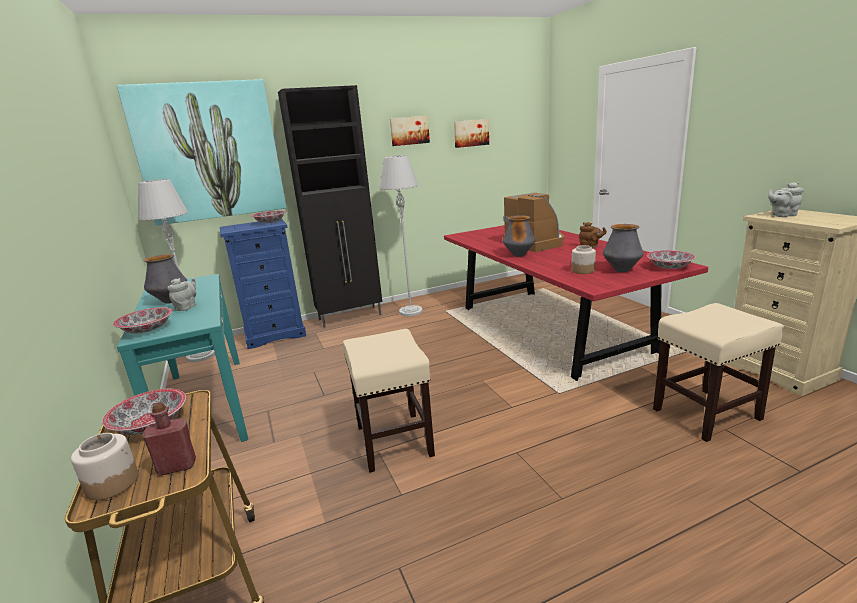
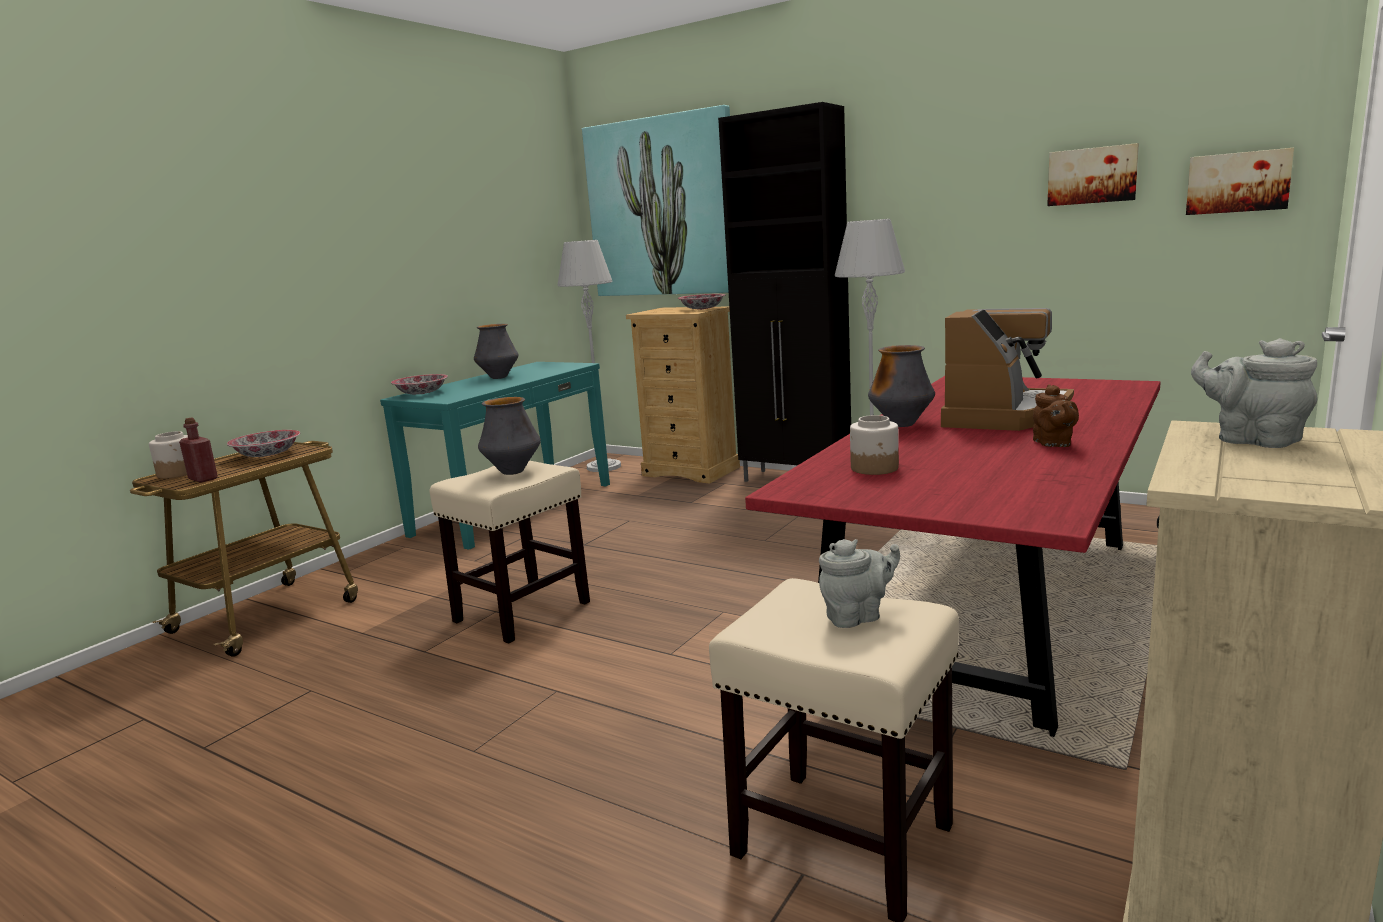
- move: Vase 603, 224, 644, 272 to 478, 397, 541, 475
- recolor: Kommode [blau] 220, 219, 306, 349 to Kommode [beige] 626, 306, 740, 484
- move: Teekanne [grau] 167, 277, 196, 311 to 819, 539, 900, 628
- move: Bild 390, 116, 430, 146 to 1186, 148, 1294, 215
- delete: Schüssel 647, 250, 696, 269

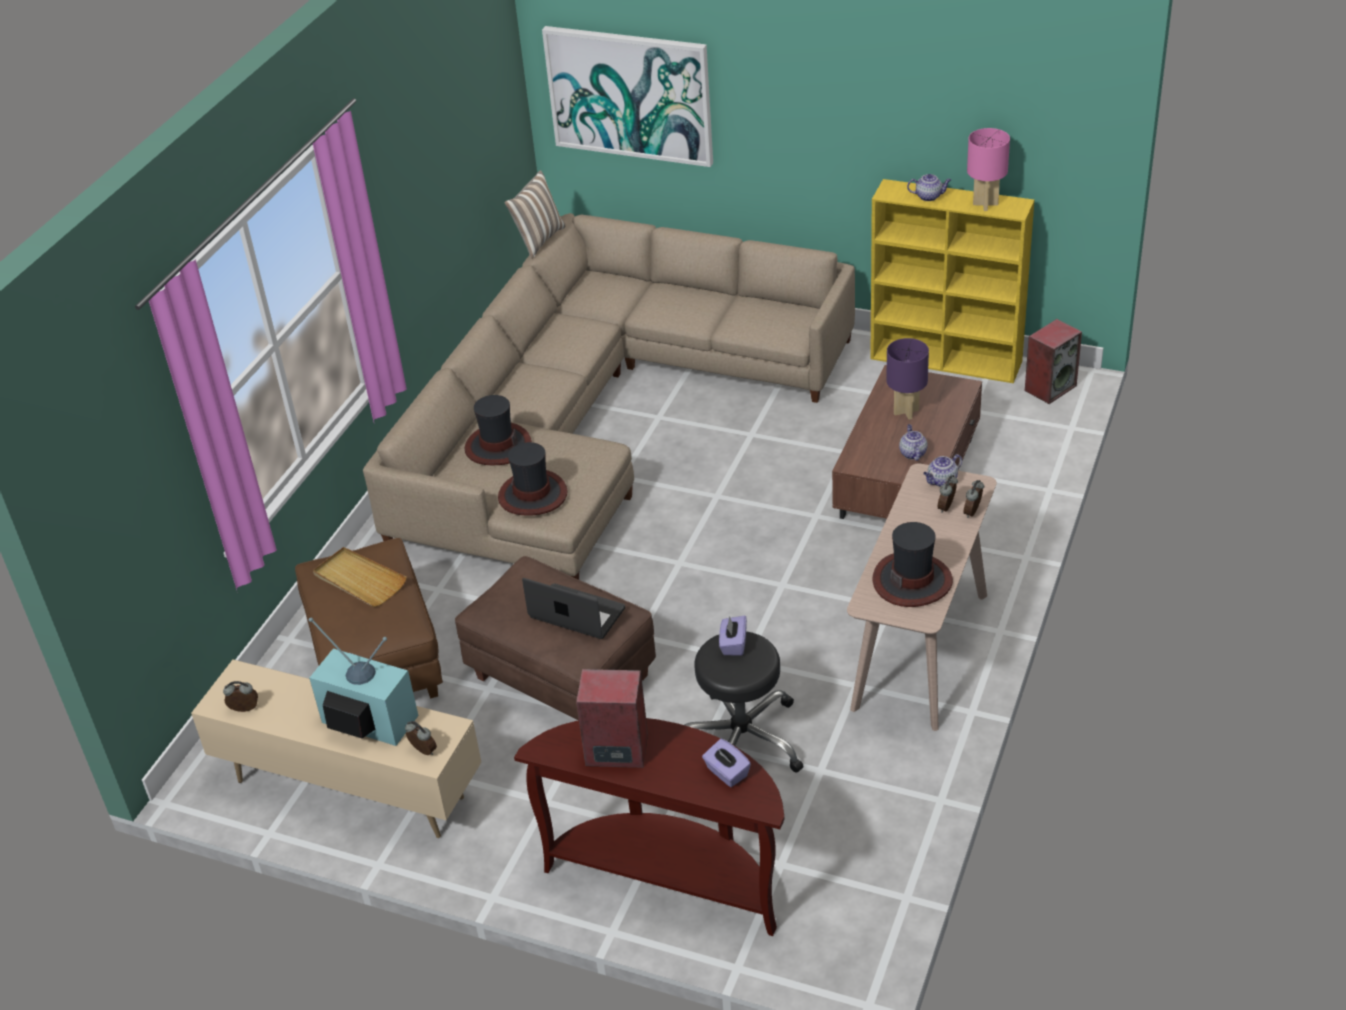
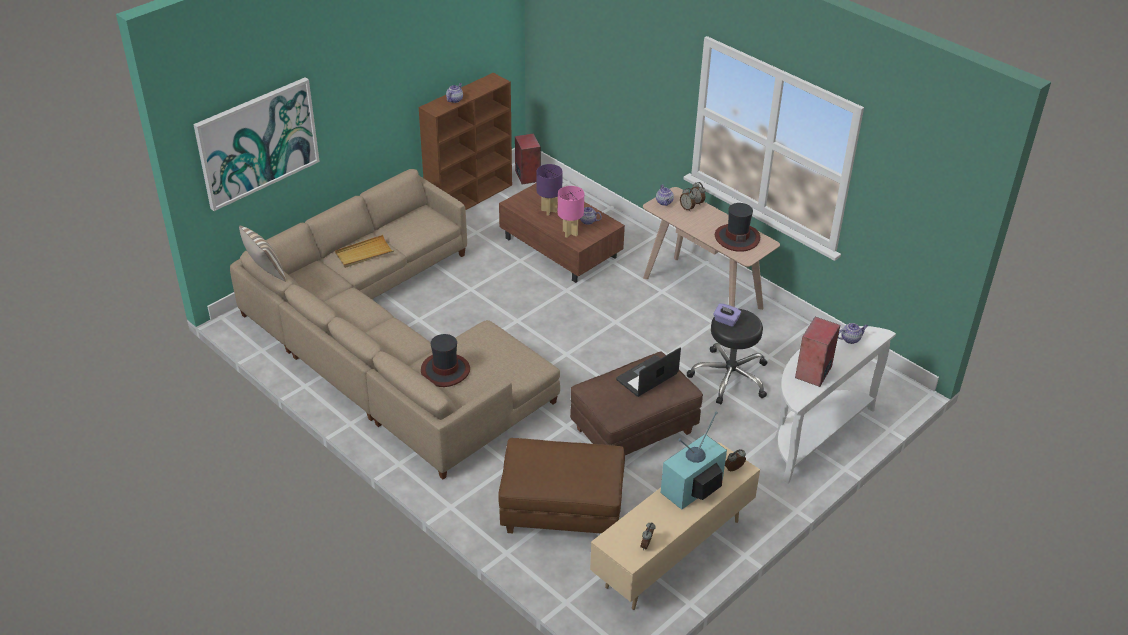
- move: Tablett [beige] 313, 547, 407, 607 to 335, 235, 394, 268
- recolor: Bücherregal [gelb] 870, 179, 1034, 383 to Bücherregal [braun] 419, 73, 512, 210
- move: Tischlampe [rosa] 967, 128, 1010, 211 to 558, 186, 584, 238
- recolor: Konsolentisch [braun] 514, 718, 784, 936 to Konsolentisch [weiß] 775, 326, 896, 483
- replace: Taschentuchbox [lila] 702, 739, 751, 787 to Teekanne 838, 323, 868, 344
- delete: Hut 498, 442, 568, 516

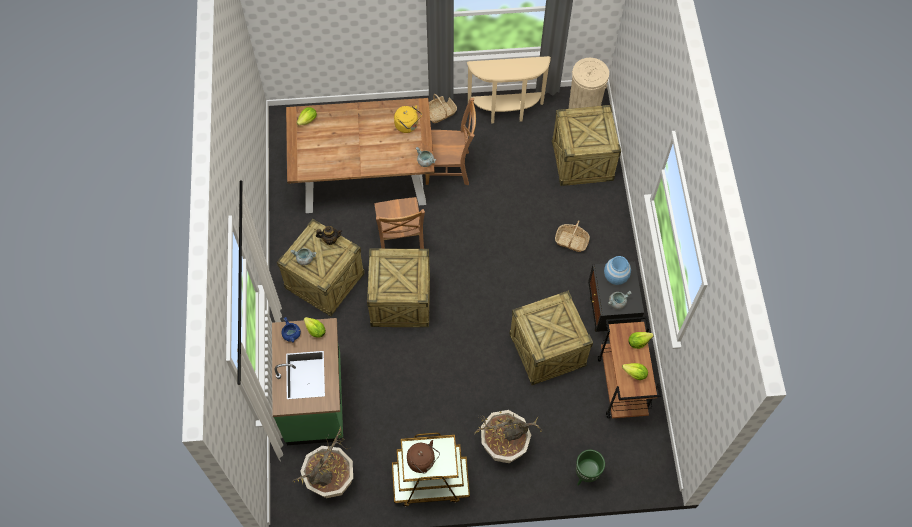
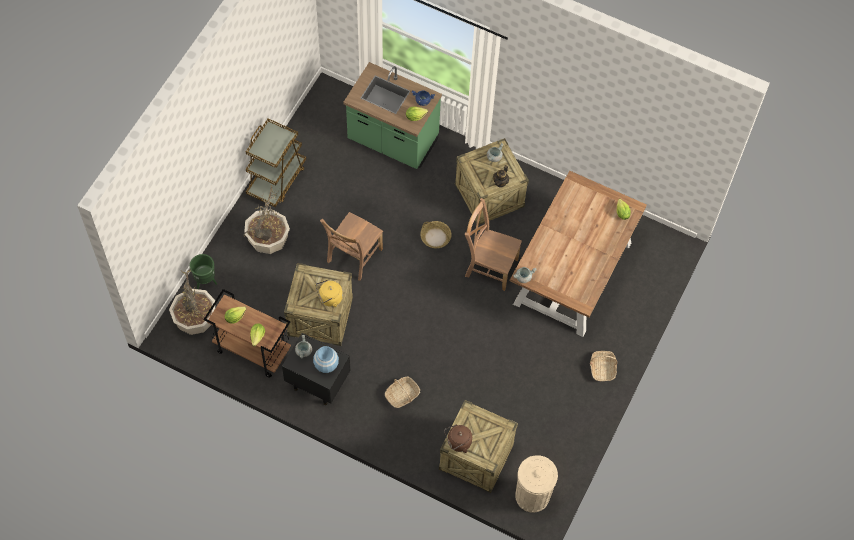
- move: Topfpflanze 292, 427, 353, 498 to 169, 268, 216, 335
- move: Wasserkessel [gelb] 394, 106, 422, 133 to 315, 280, 343, 307
- move: Stuhl [braun] 425, 98, 476, 185 to 320, 212, 383, 281
- replace: Kiste 367, 248, 430, 327 to Korb 420, 221, 452, 248
- move: Wasserkessel [braun] 407, 440, 440, 474 to 444, 424, 472, 453
- delete: Konsolentisch [beige] 467, 56, 551, 124

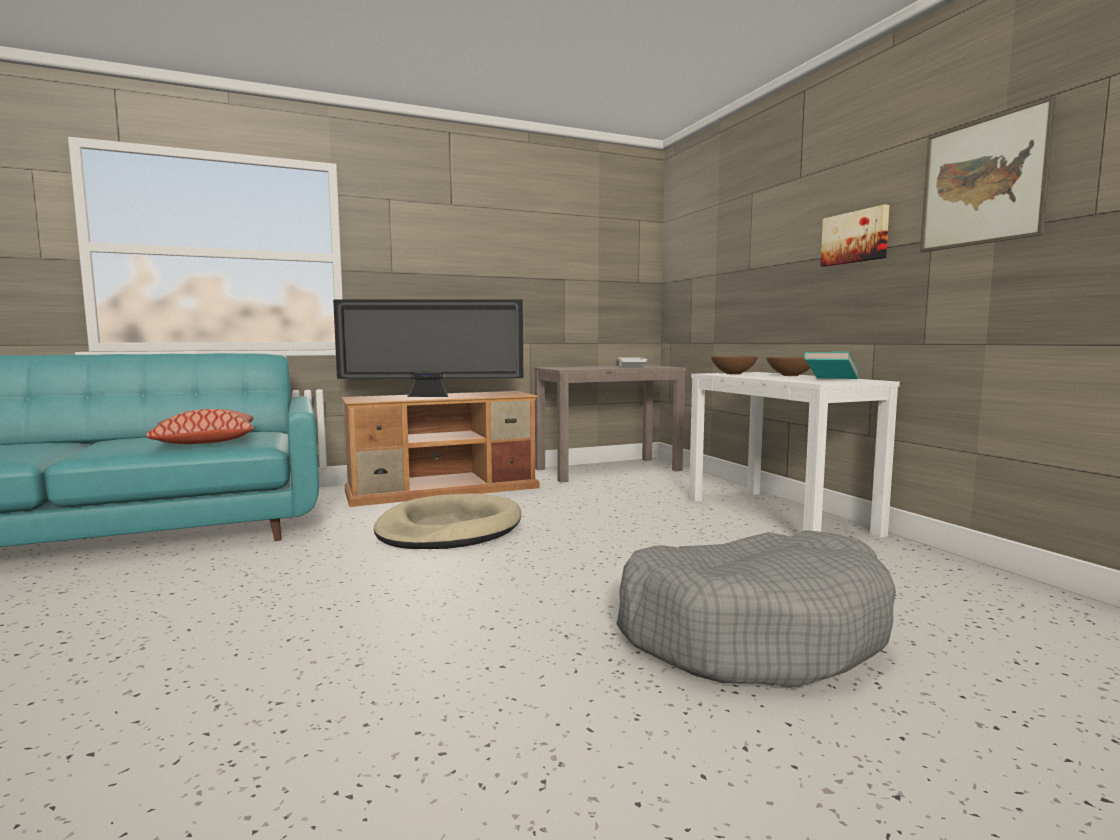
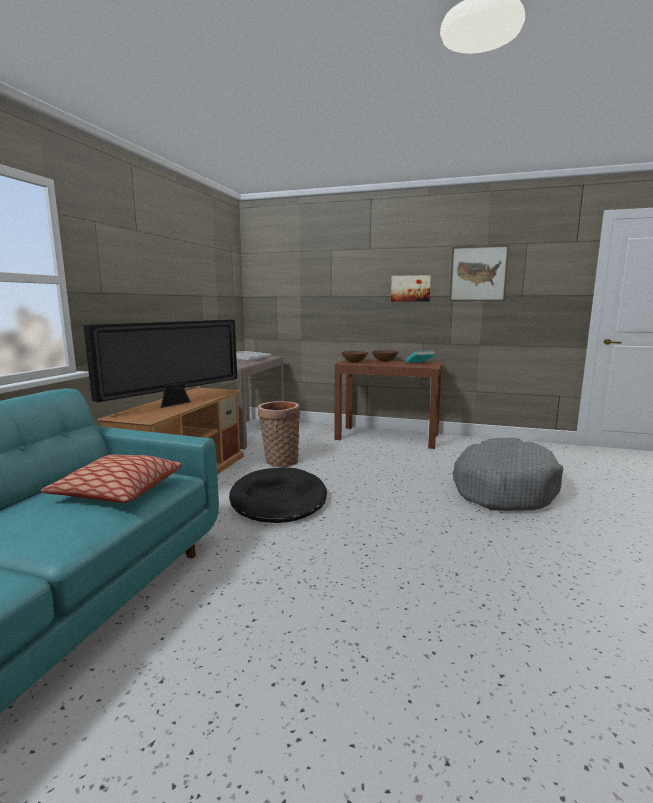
- recolor: Hundebett [beige] 374, 493, 521, 549 to Hundebett [schwarz] 229, 467, 327, 523
- insert: Korb 258, 401, 300, 467
- recolor: Konsolentisch [weiß] 689, 372, 900, 538 to Konsolentisch [braun] 334, 359, 443, 449

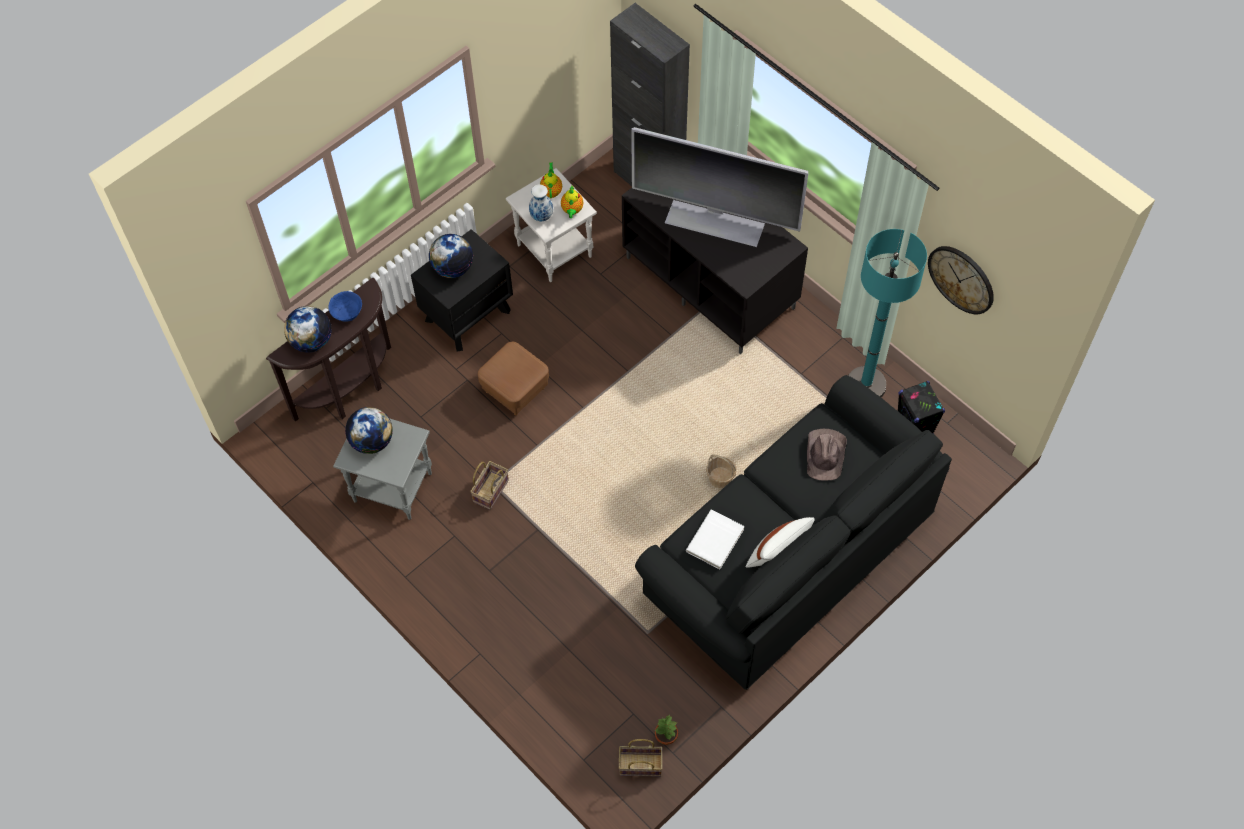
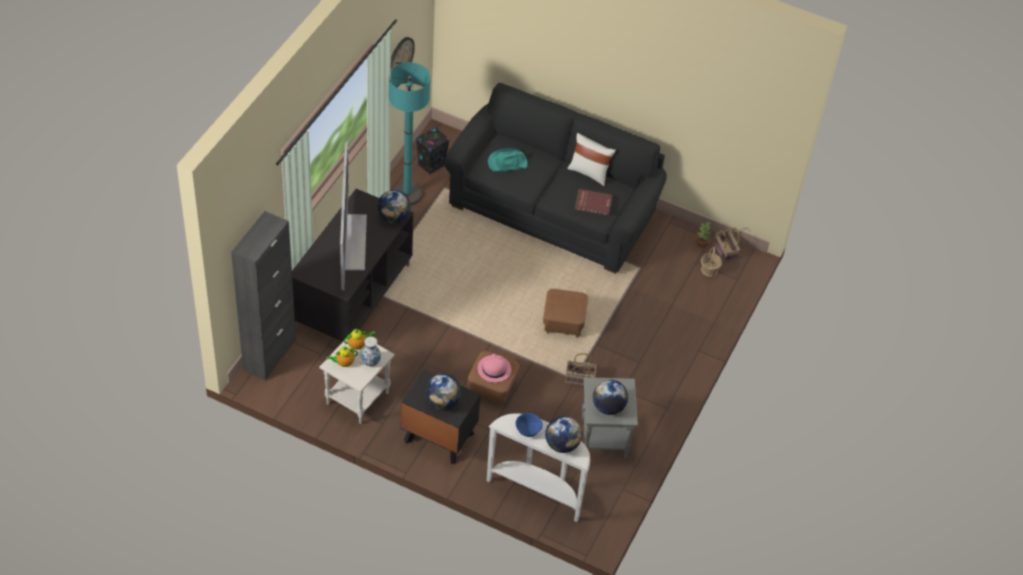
- insert: Globus 377, 190, 411, 223
- insert: Hut [rosa] 478, 354, 511, 382
- recolor: Konsolentisch [braun] 266, 278, 391, 422 to Konsolentisch [weiß] 487, 413, 590, 522
- recolor: Hut [braun] 807, 429, 847, 480 to Hut [türkis] 488, 149, 528, 172
- insert: Polsterhocker [braun] 543, 289, 588, 338
- recolor: Buch [weiß] 686, 510, 745, 569 to Buch [rot] 575, 189, 612, 216
- move: Korb 706, 454, 736, 489 to 701, 247, 722, 277

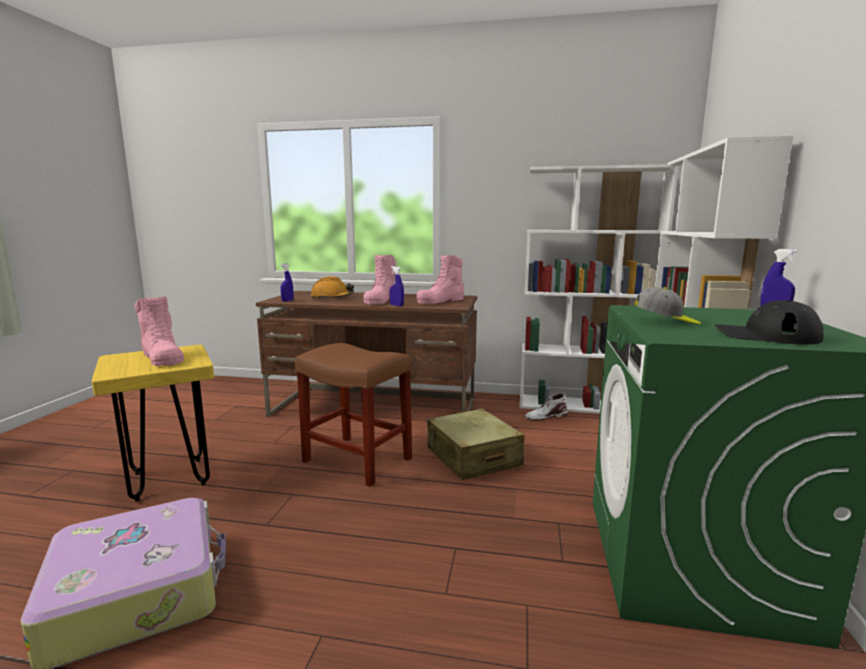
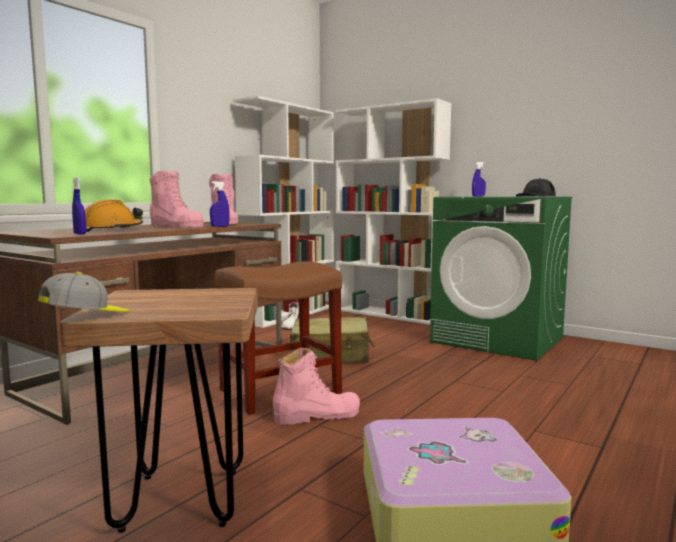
- move: Kappe 634, 287, 701, 325 to 38, 272, 130, 312
- recolor: Hocker [gelb] 91, 345, 214, 501 to Hocker [braun] 60, 288, 258, 533
- move: Stiefel [rosa] 135, 296, 184, 366 to 273, 348, 360, 425

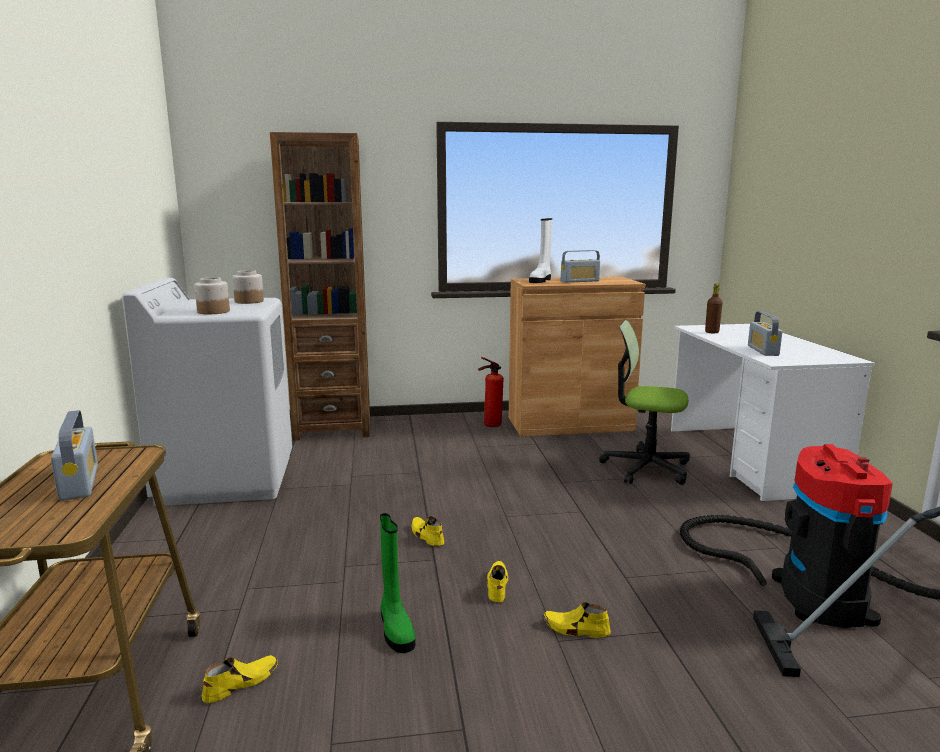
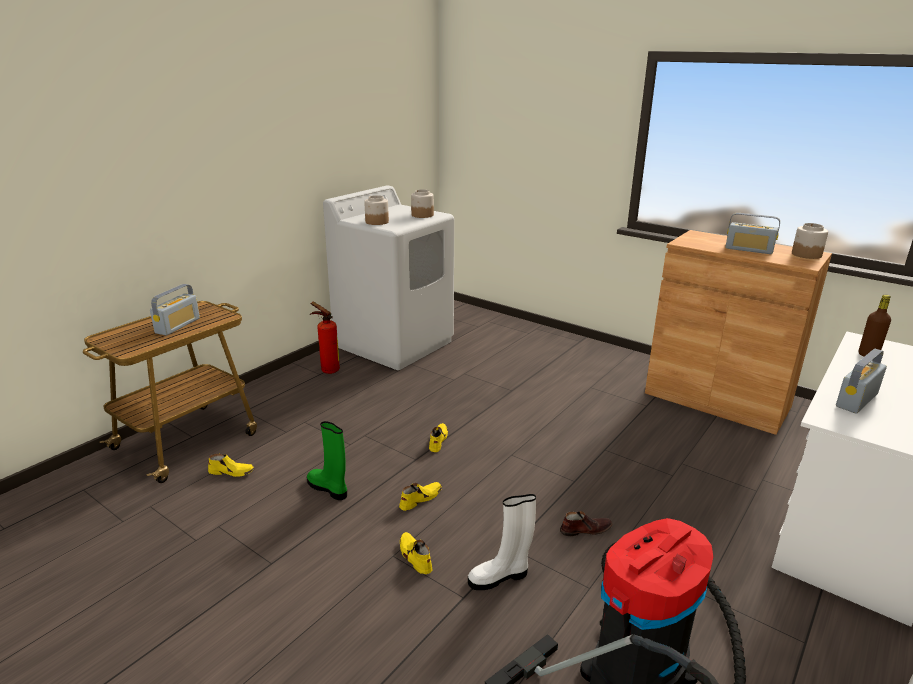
- rotate: Stiefel [grün] 380, 513, 415, 653 = 307, 421, 347, 500 105 degrees clockwise
- move: Feuerlöscher 478, 357, 504, 427 to 310, 302, 340, 374
- move: Stiefel [weiß] 529, 218, 552, 283 to 468, 494, 536, 590
- insert: Schuh [braun] 560, 511, 613, 536
- insert: Vorratsglas 792, 223, 828, 259
- delete: Bücherregal [braun] 270, 132, 370, 441
- delete: Bürostuhl 599, 320, 690, 485

